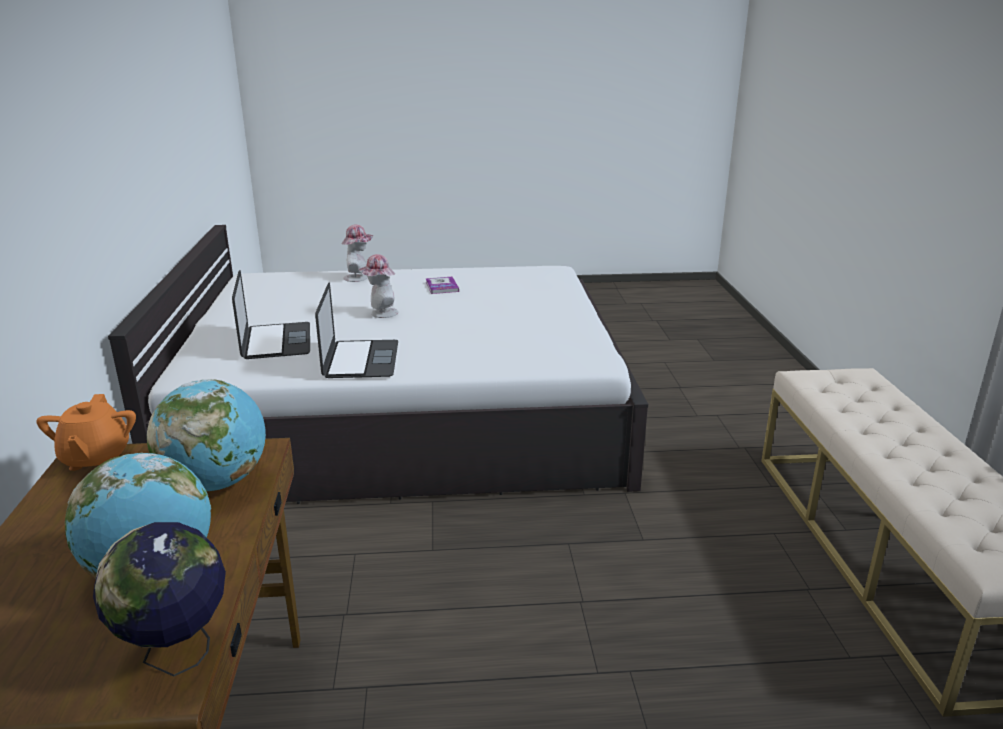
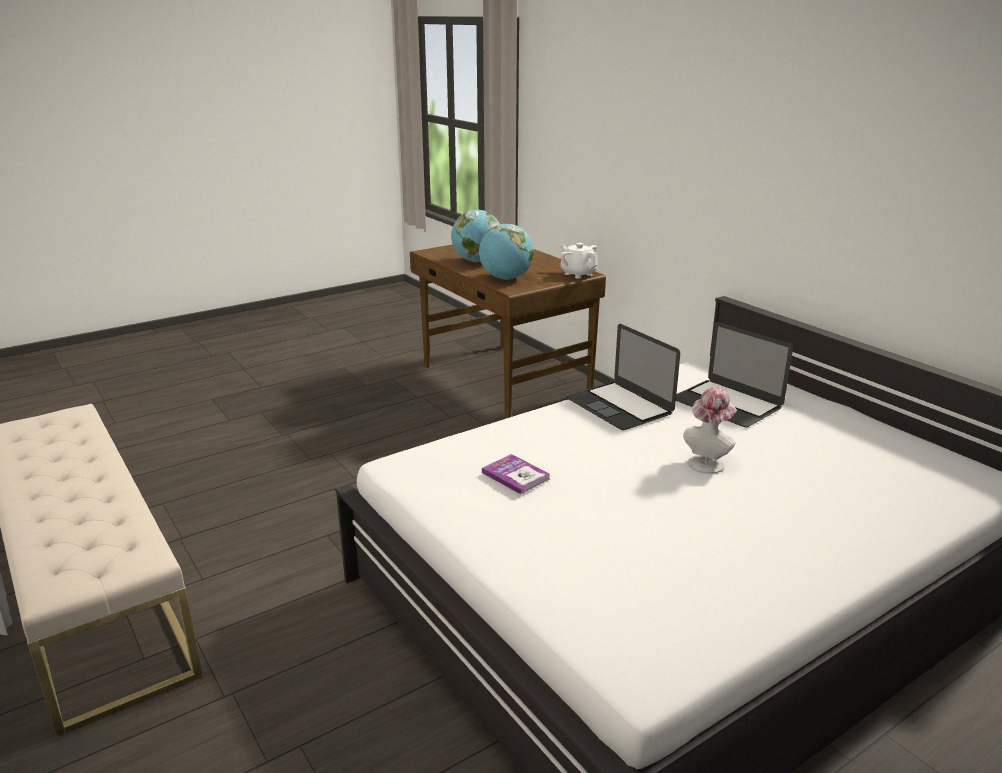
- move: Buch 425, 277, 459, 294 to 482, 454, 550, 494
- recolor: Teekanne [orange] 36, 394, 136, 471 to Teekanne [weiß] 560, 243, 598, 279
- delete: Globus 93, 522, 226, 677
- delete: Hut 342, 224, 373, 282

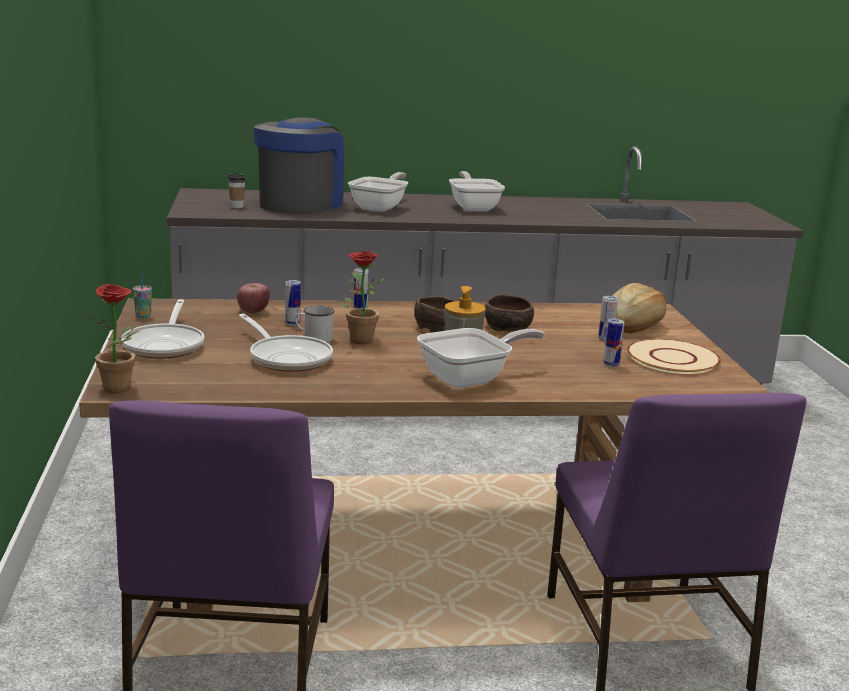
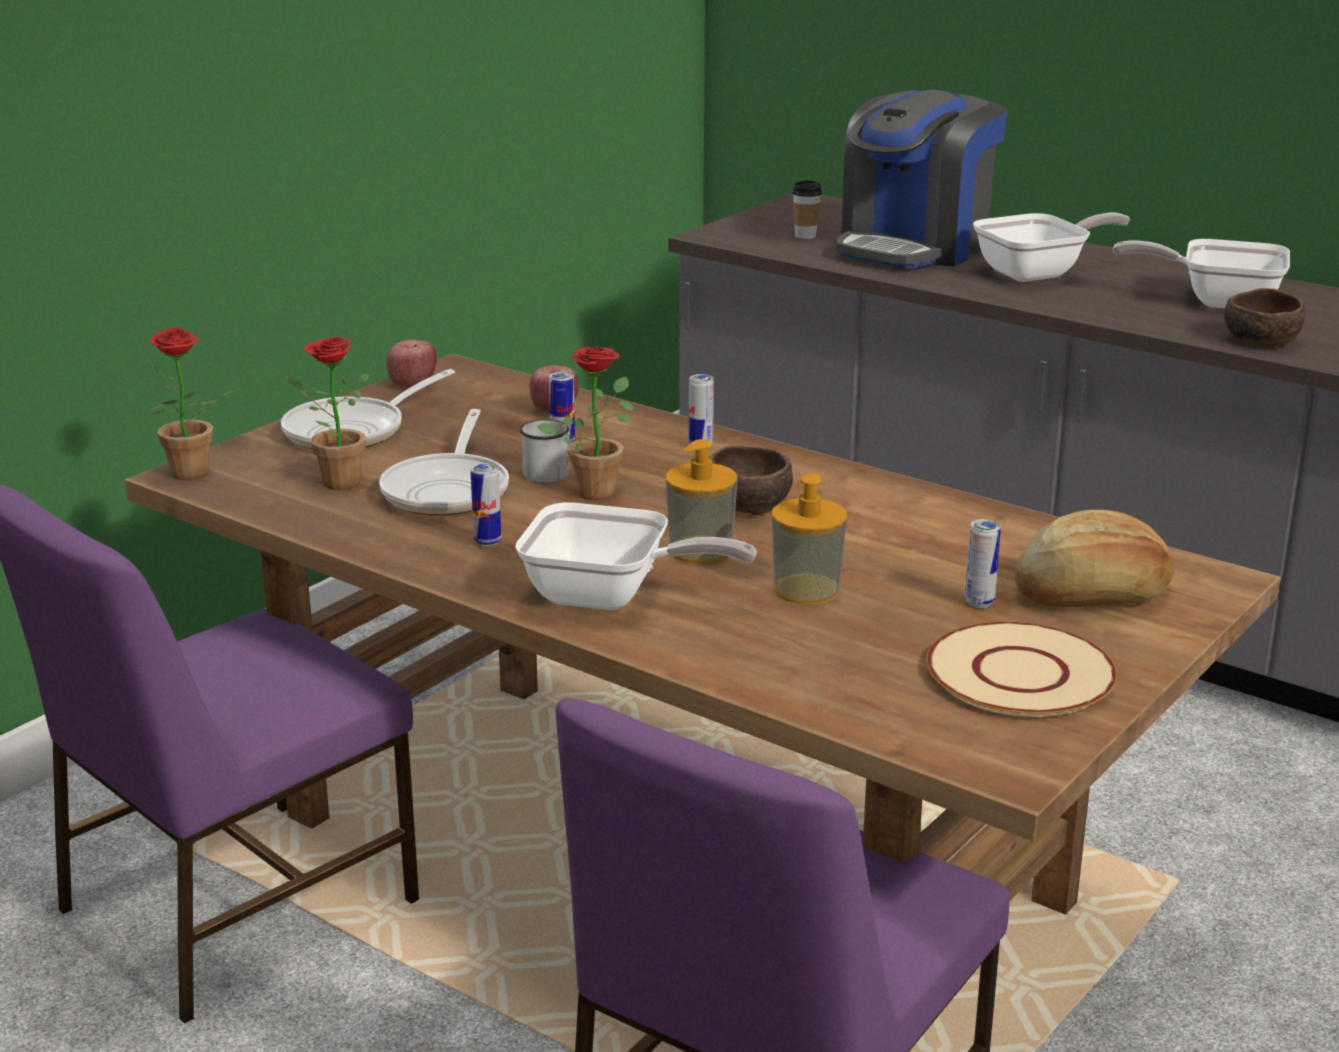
- insert: Topfpflanze 287, 337, 369, 490
- replace: Tasse 133, 273, 152, 318 to Apfel 386, 340, 437, 387
- move: Dose 604, 318, 625, 367 to 471, 463, 501, 546
- insert: Seifenspender 772, 473, 847, 605
- rotate: Kaffeemaschine 253, 117, 345, 214 = 836, 90, 1008, 268 150 degrees clockwise
- rotate: Pfanne 449, 171, 505, 211 = 1113, 239, 1290, 308 105 degrees counterclockwise
- move: Schüssel [braun] 485, 294, 534, 332 to 1224, 288, 1305, 348

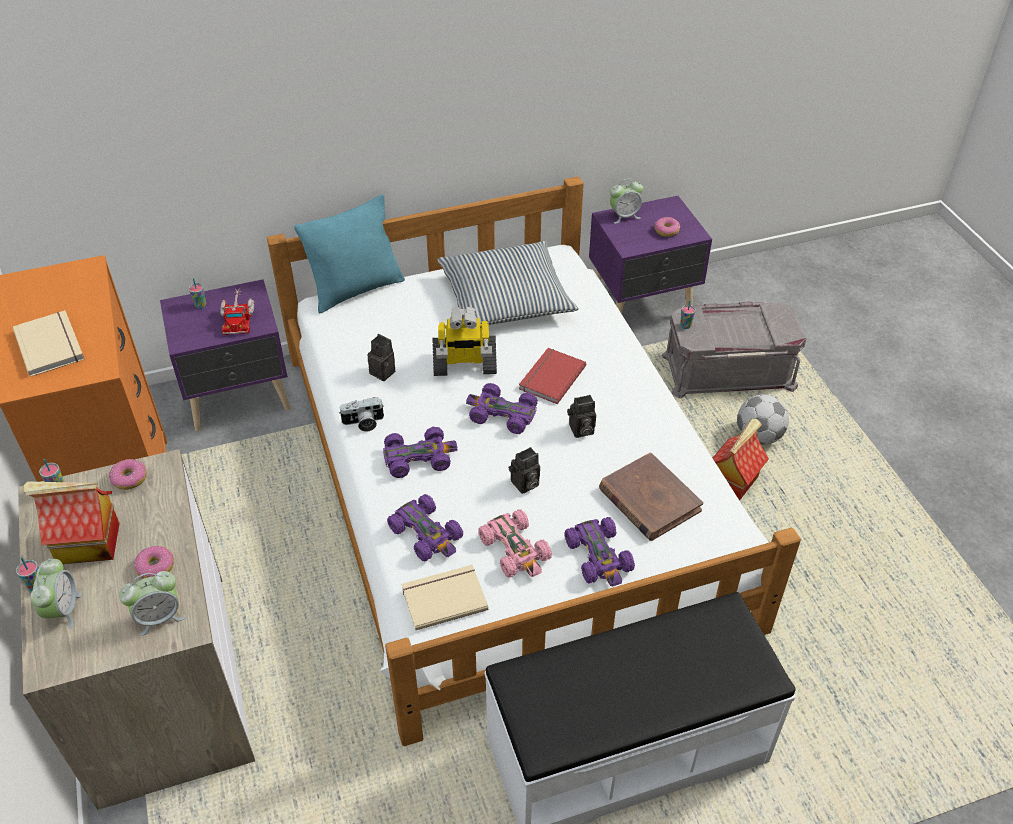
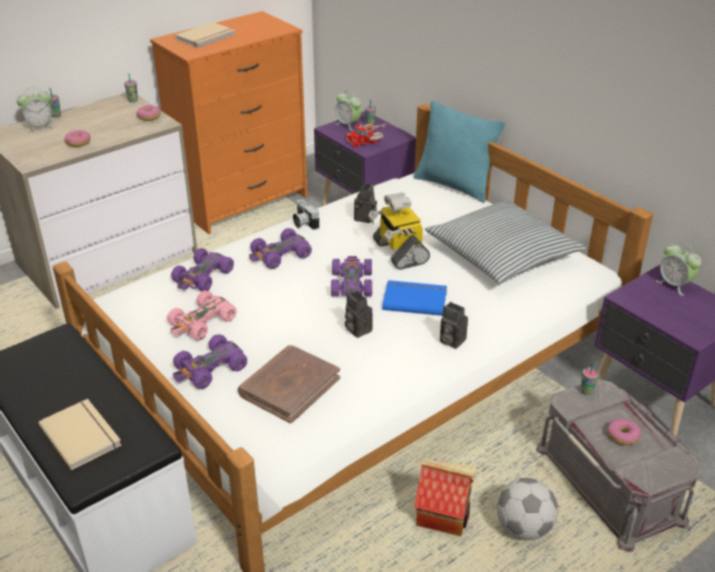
- move: Buch [beige] 401, 565, 488, 630 to 39, 399, 122, 470
- rotate: Spielzeugauto [lila] 383, 427, 458, 478 = 249, 228, 312, 269 90 degrees clockwise
- move: Wecker 119, 571, 185, 636 to 335, 90, 361, 131
- recolor: Buch [rot] 519, 348, 586, 404 to Buch [blau] 382, 280, 447, 316
- move: Kamera 508, 447, 540, 494 to 440, 302, 468, 349
- move: Donut 655, 217, 680, 237 to 607, 419, 641, 445
- delete: Spielzeughaus 24, 481, 120, 564

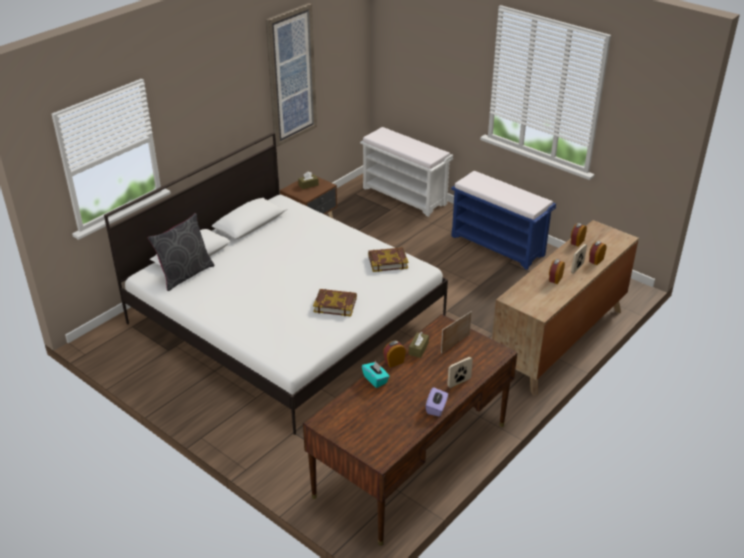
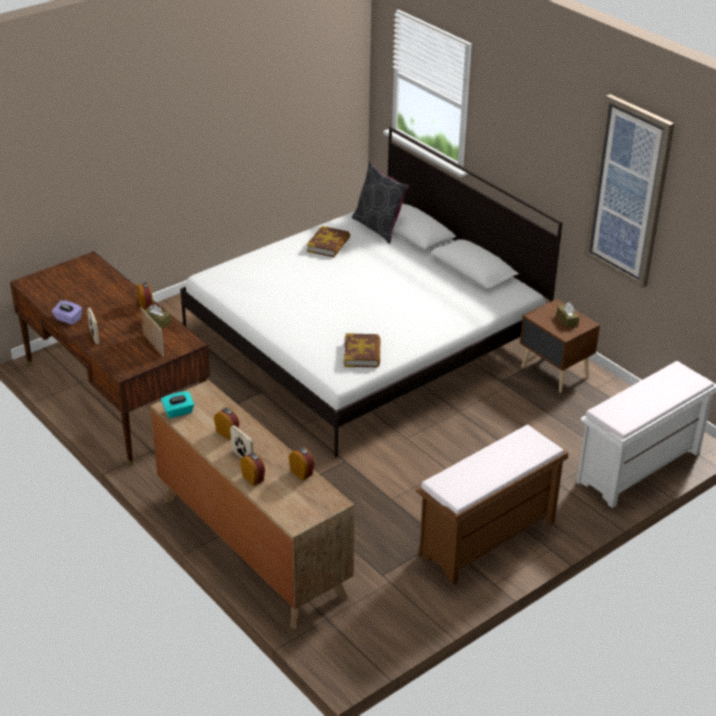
- move: Taschentuchbox [türkis] 362, 361, 390, 388 to 161, 391, 194, 418
- move: Buch 313, 289, 357, 316 to 307, 226, 350, 257
- recolor: Bank [blau] 451, 171, 556, 270 to Bank [braun] 416, 425, 568, 584

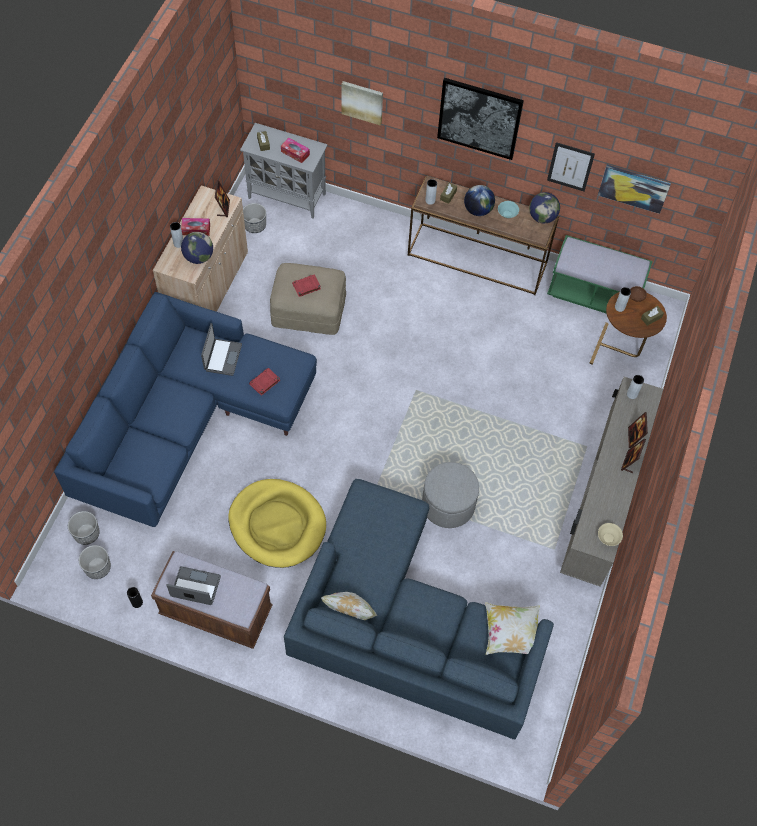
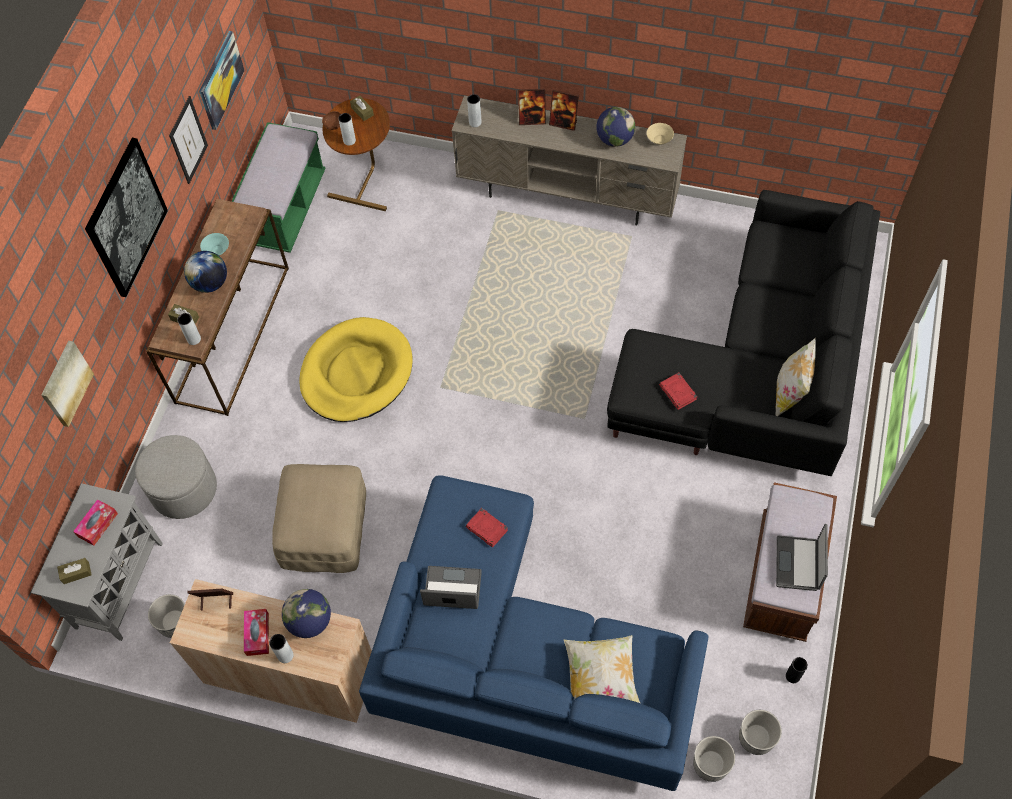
- move: Polsterhocker [grau] 422, 462, 479, 528 to 135, 435, 217, 519
- move: Hundebett [gelb] 228, 479, 326, 568 to 299, 317, 412, 422
- move: Kissen 485, 602, 540, 655 to 564, 635, 640, 703
- move: Globus 529, 192, 560, 223 to 596, 107, 635, 147
- recolor: Sofa [blau] 284, 479, 554, 739 to Sofa [schwarz] 607, 190, 880, 476
- move: Buch [rot] 292, 274, 321, 297 to 659, 373, 697, 410

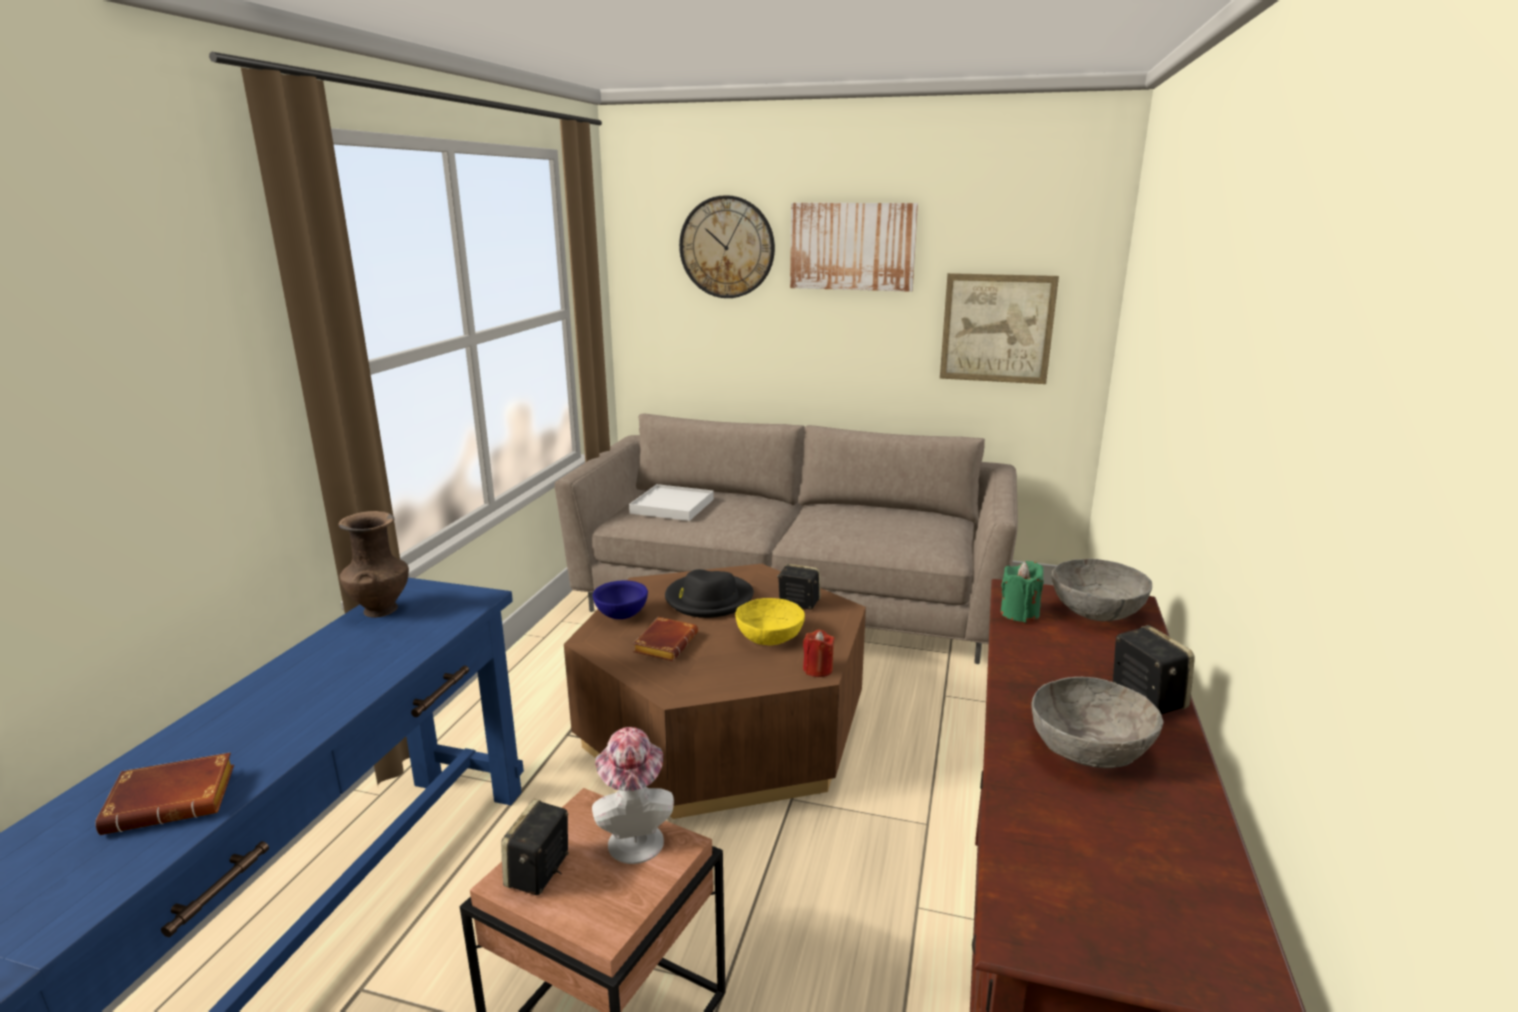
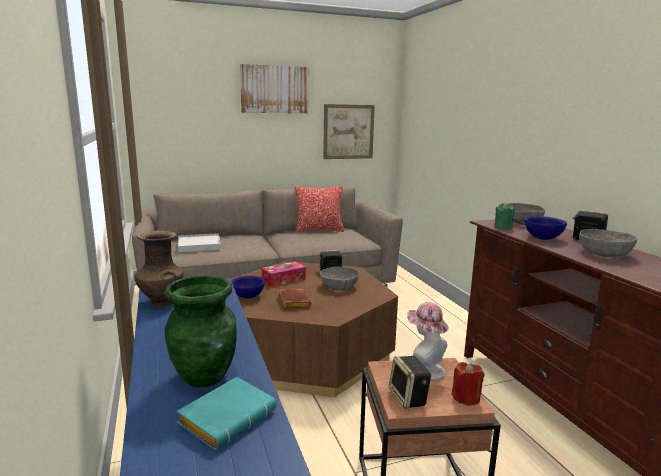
- insert: Vase [grün] 165, 275, 237, 388
- recolor: Buch [braun] 95, 753, 234, 835 to Buch [türkis] 176, 377, 277, 450
- replace: Hut [schwarz] 665, 569, 754, 618 to Taschentuchbox 261, 261, 306, 287
- insert: Kissen 295, 186, 344, 233
- recolor: Schüssel [gelb] 735, 598, 805, 645 to Schüssel [grau] 320, 267, 359, 291
- move: Kerze [rot] 803, 630, 835, 677 to 452, 362, 484, 406
- insert: Schüssel [blau] 524, 216, 567, 240
- delete: Wanduhr 679, 195, 775, 298

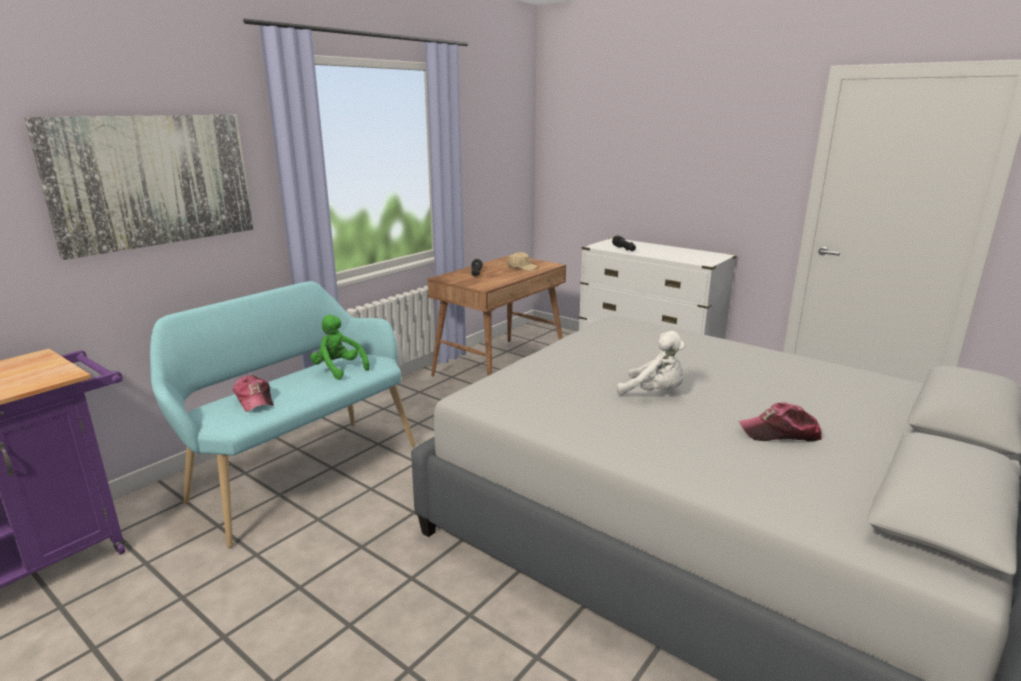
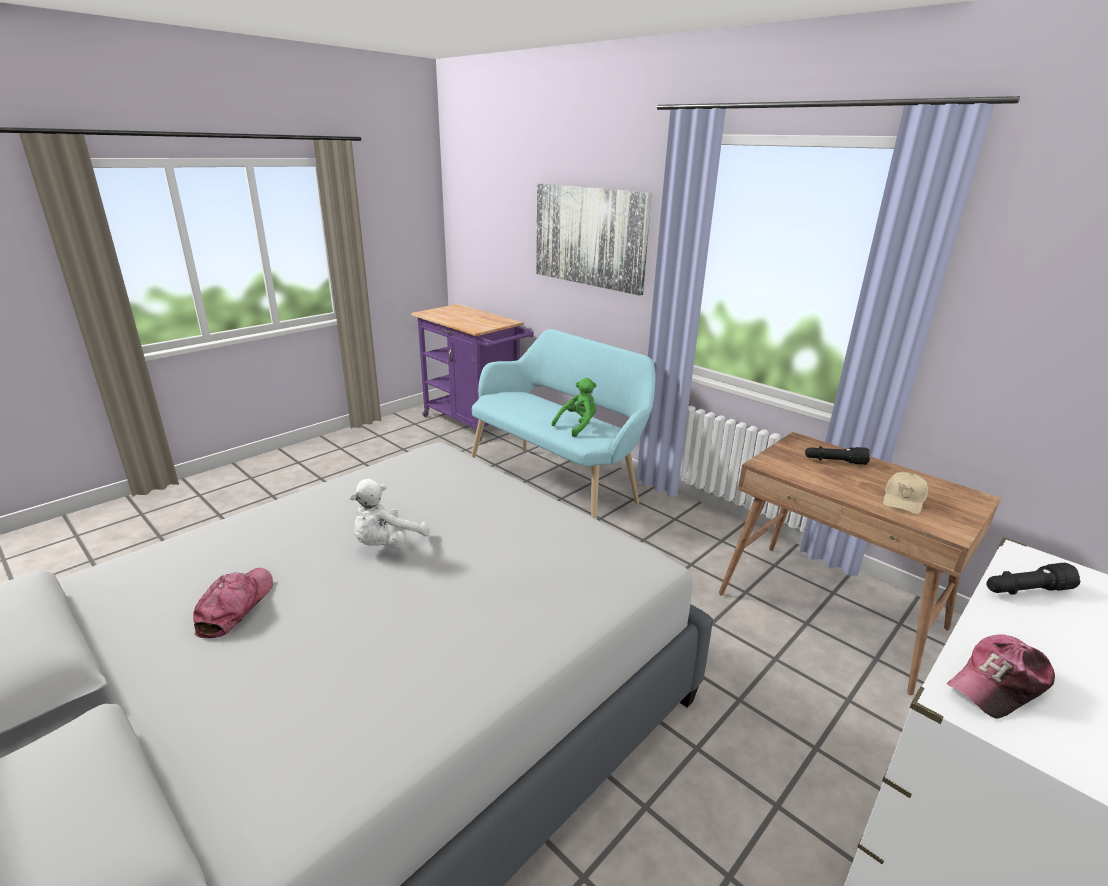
- move: Kappe 233, 375, 274, 412 to 947, 634, 1055, 718

